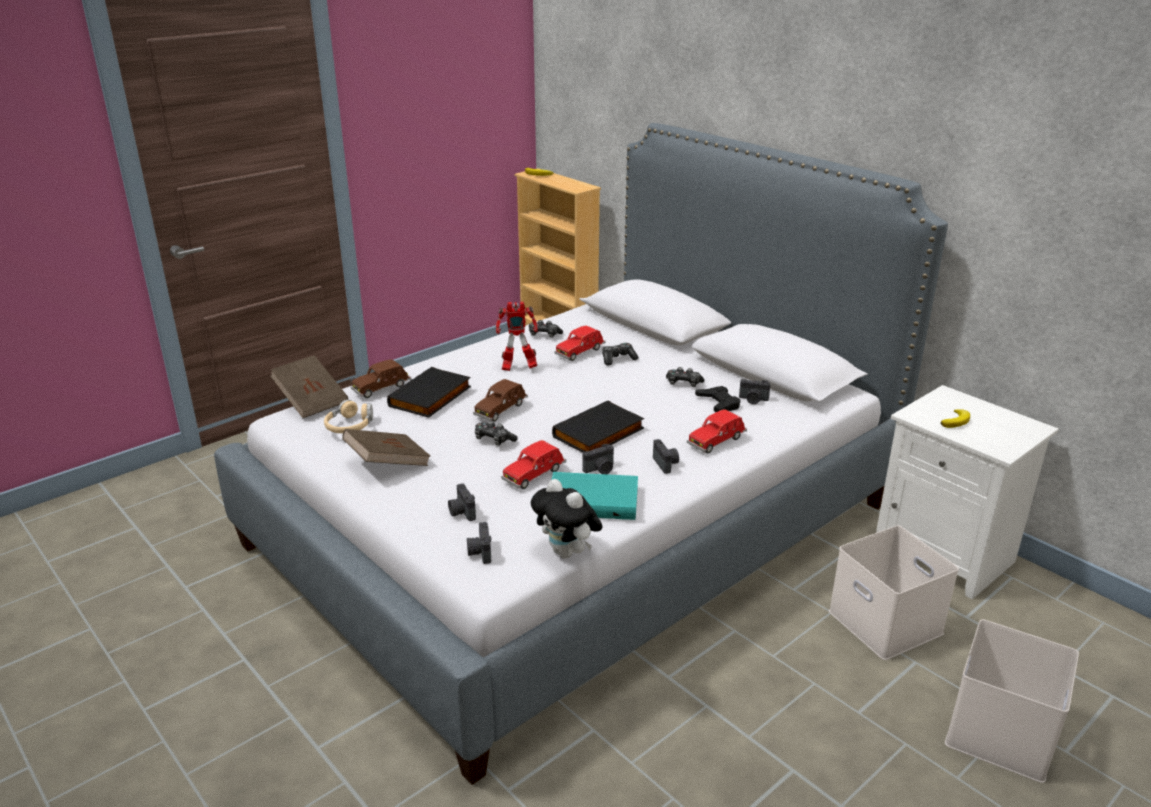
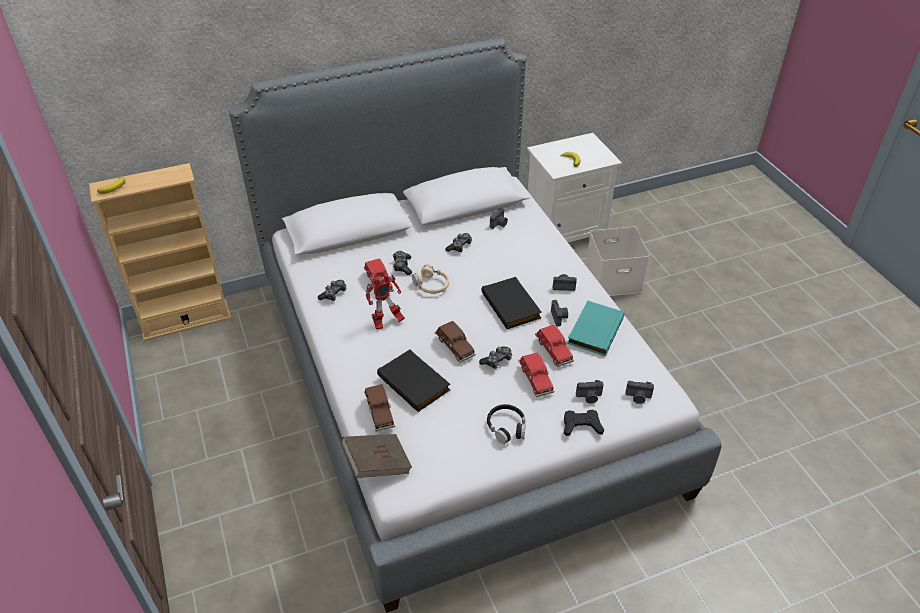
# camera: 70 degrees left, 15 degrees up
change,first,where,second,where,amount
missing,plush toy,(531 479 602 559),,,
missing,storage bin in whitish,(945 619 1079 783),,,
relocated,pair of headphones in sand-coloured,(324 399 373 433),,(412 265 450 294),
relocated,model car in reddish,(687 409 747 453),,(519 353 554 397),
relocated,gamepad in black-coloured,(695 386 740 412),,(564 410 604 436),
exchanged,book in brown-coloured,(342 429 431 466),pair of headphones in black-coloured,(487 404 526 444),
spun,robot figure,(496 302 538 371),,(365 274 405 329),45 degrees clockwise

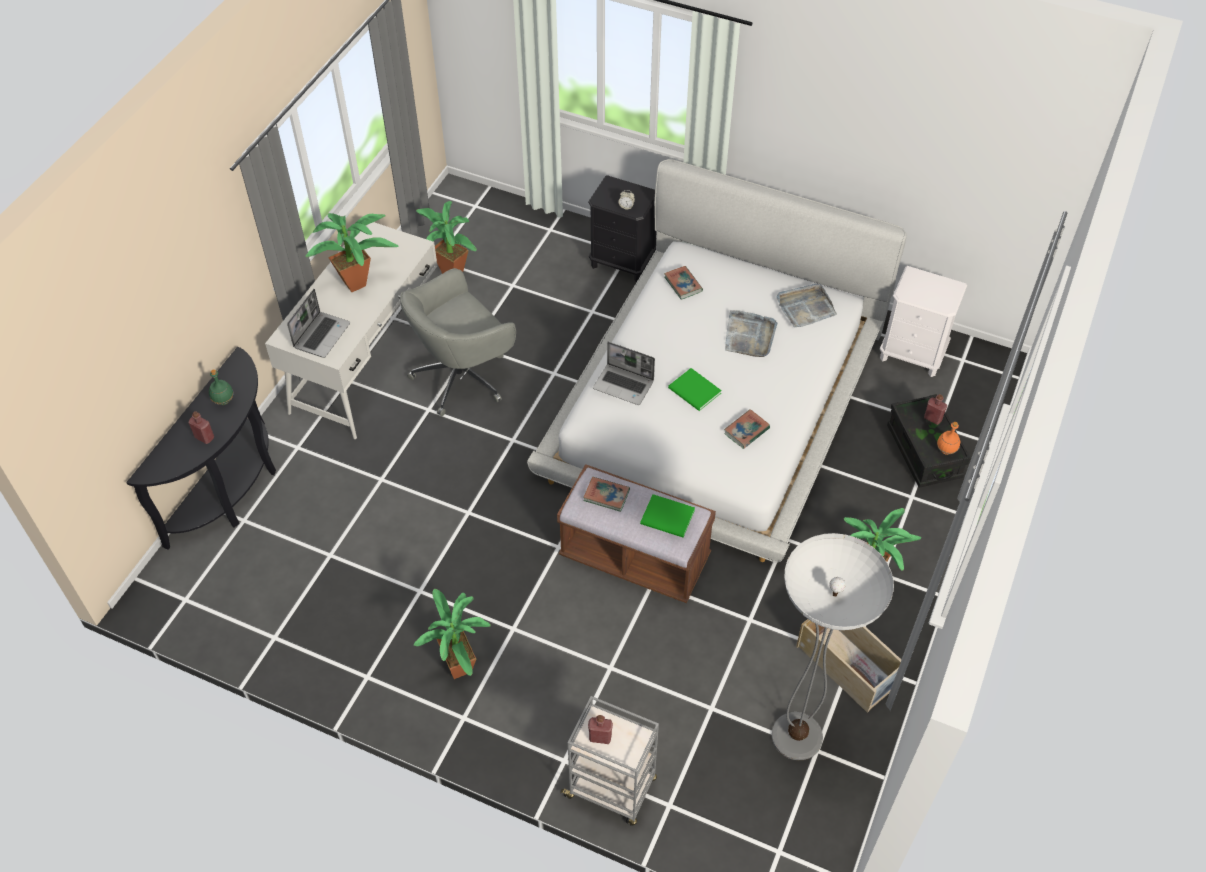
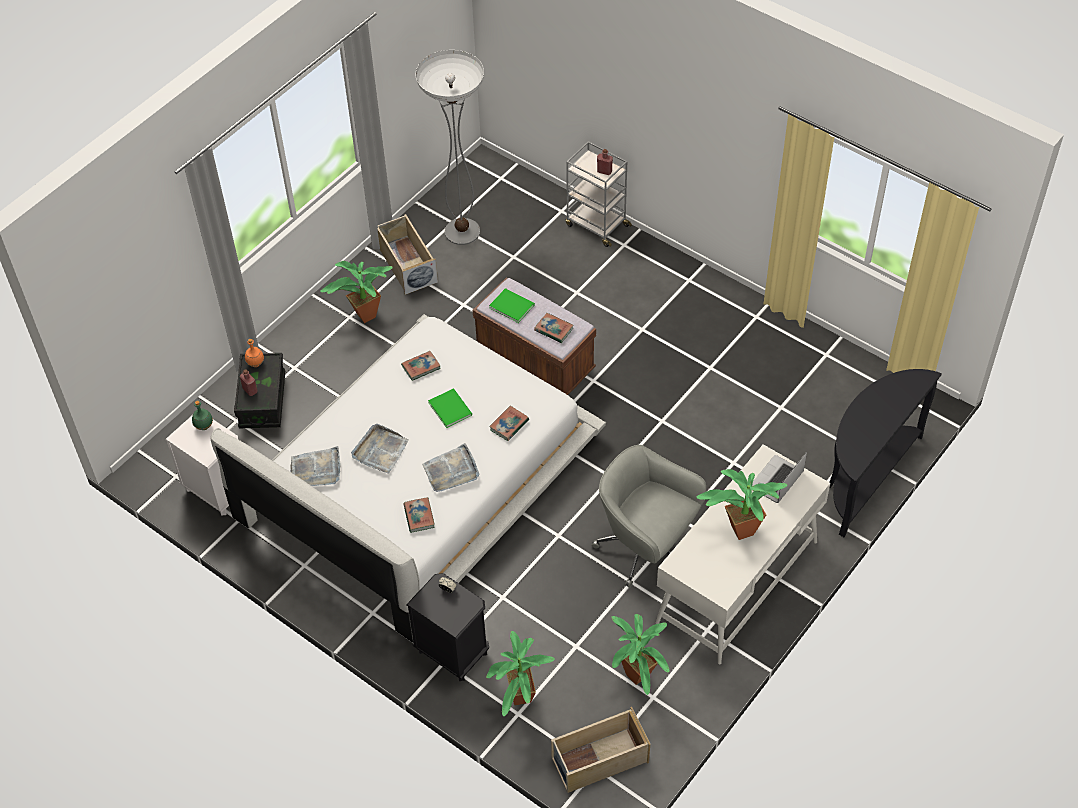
# camera: 165 degrees left, 0 degrees up
change,first,where,second,where,amount
missing,drink bottle in reddish,(188 411 214 444),,,
appeared,,,tray in gray,(422 443 479 492),
appeared,,,storage bin in sand-coloured,(551 707 650 793),
relocated,drink bottle in green,(209 369 233 405),,(192 401 213 430),
relocated,potted plant,(414 589 491 679),,(486 631 555 716),
exchanged,laptop,(593 342 655 405),book,(489 406 529 441),
spun,office chair in gray,(400 268 516 416),,(592 445 706 588),120 degrees counterclockwise

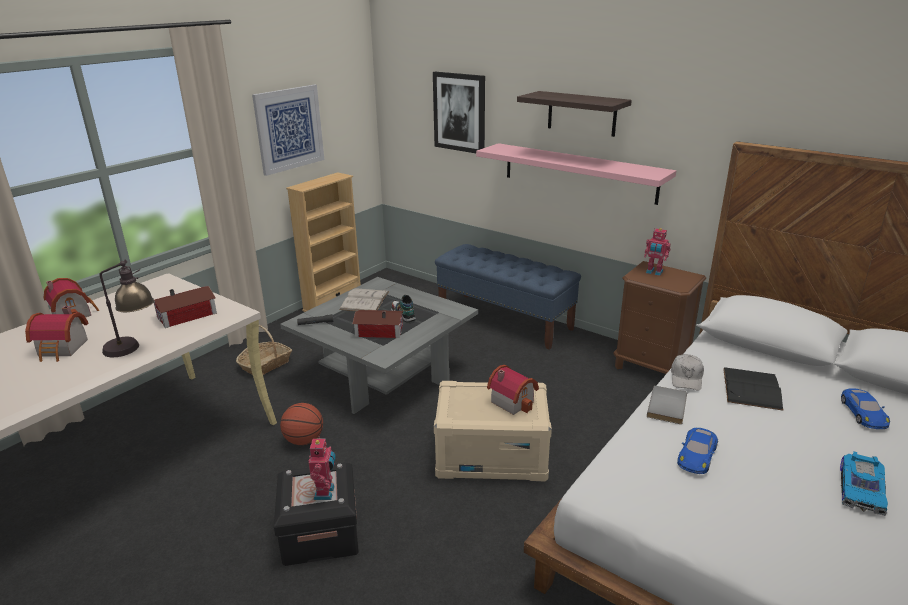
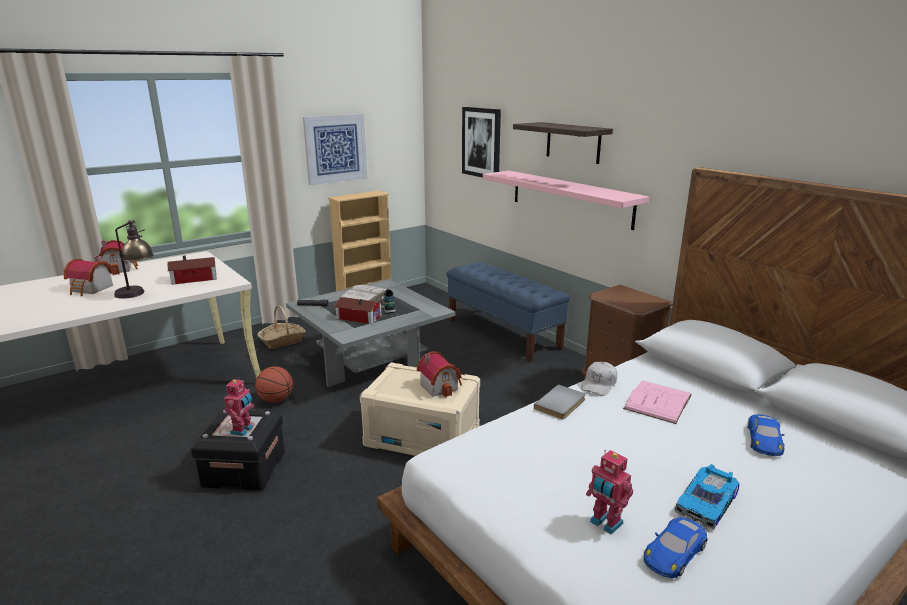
# camera: 15 degrees right, 5 degrees down
change,first,where,second,where,amount
relocated,robot figure,(644 228 671 276),,(586 450 633 535),
relocated,model car in bluish,(677 428 718 474),,(643 517 708 578),
colour,book in black-coloured,(723 367 784 411),book in pink-coloured,(623 381 692 424),

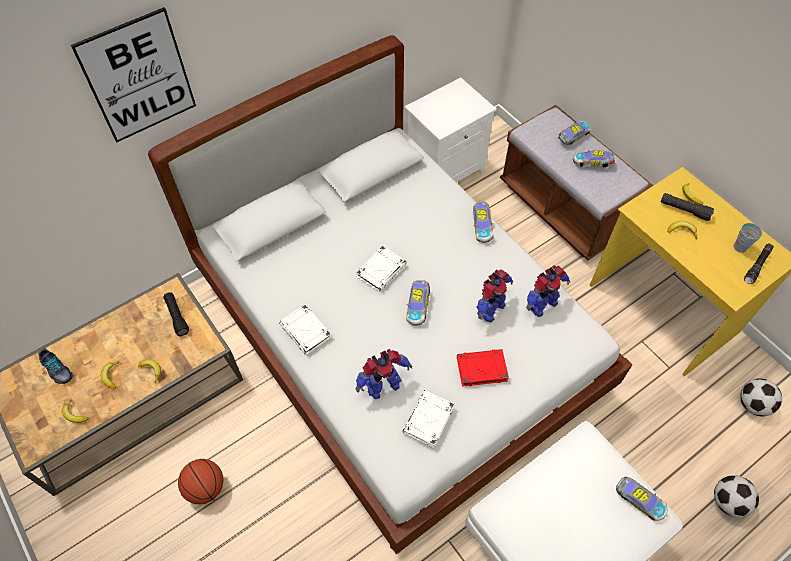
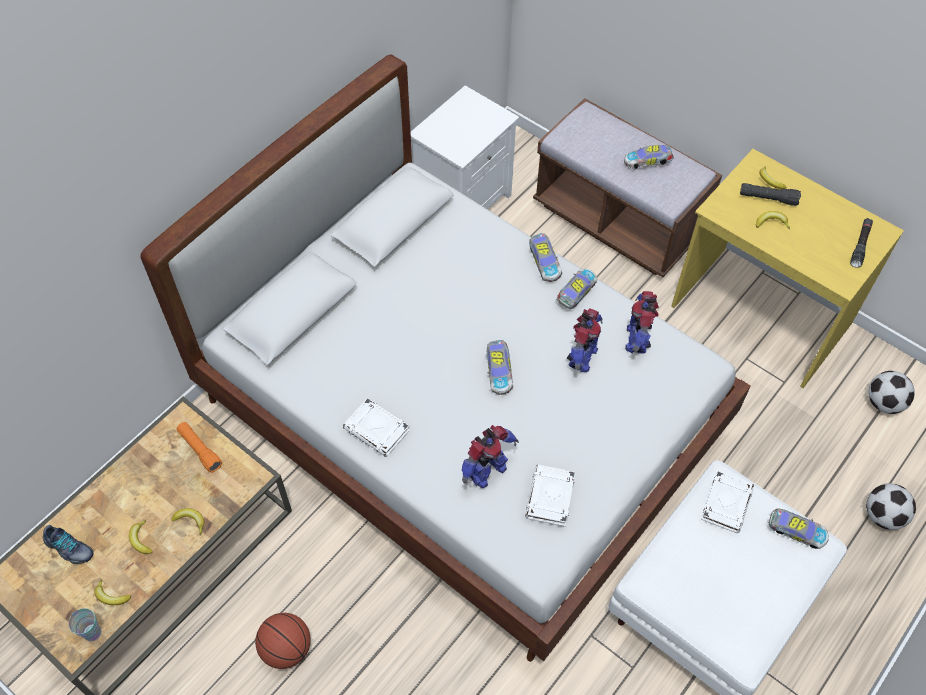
# camera: 15 degrees left, 0 degrees up
change,first,where,second,where,amount
missing,wall picture,(71 7 196 143),,,
missing,book in reddish,(457 349 509 387),,,
relocated,book in whitish,(356 246 406 292),,(701 471 754 533),
relocated,model car,(558 121 591 145),,(557 268 597 309),
relocated,drinking cup,(733 223 762 253),,(68 608 101 641),
colour,torch in black-coloured,(164 292 189 336),torch in orangey,(177 422 222 473),
spun,robot figure,(526 265 570 317),,(625 291 659 353),150 degrees clockwise

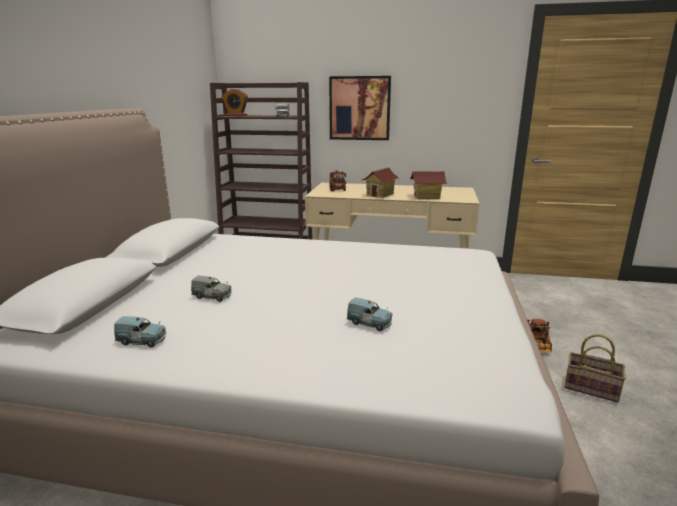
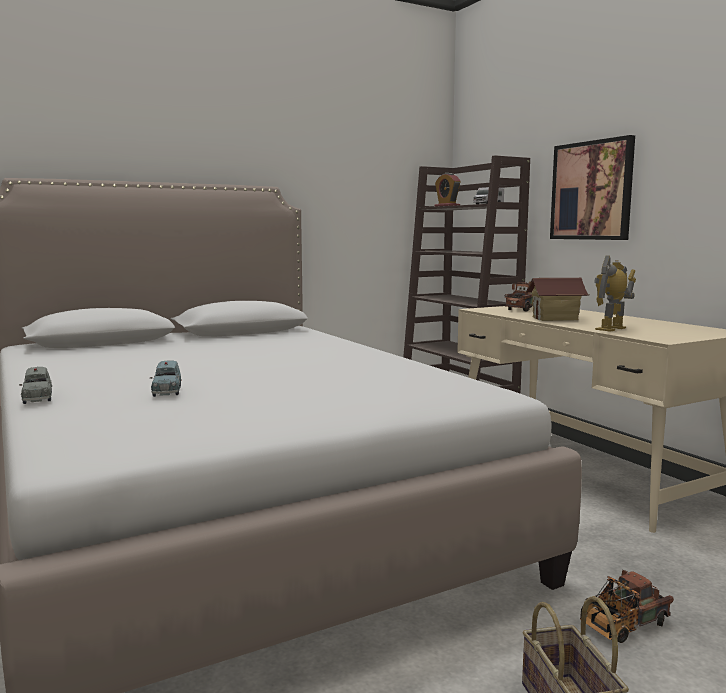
# camera: 50 degrees right, 10 degrees down
change,first,where,second,where,amount
missing,model car in bluish,(114 316 166 348),,,
relocated,model car in gray,(191 276 232 302),,(19 367 52 404),
exchanged,miniature house,(410 171 447 199),robot figure,(594 256 636 331),

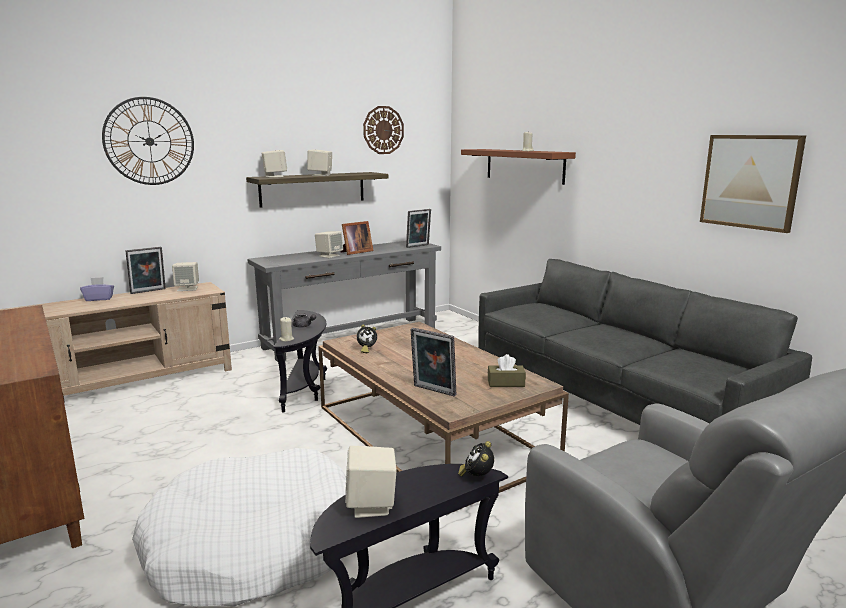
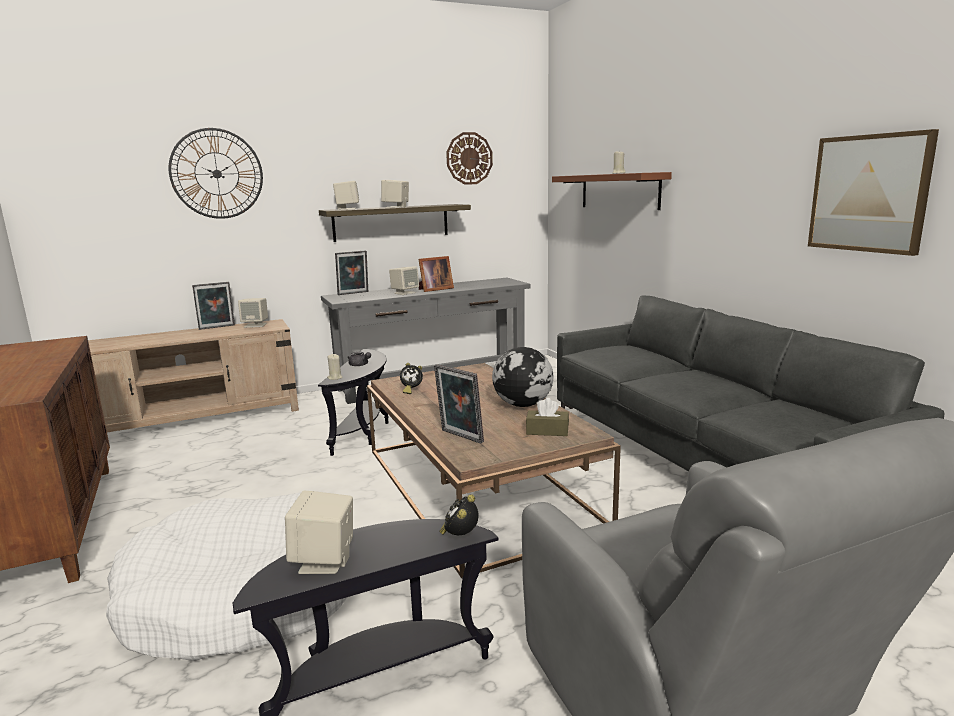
# camera: 10 degrees right, 0 degrees up
change,first,where,second,where,amount
missing,box of tissues in purple,(80 277 114 301),,,
appeared,,,world globe,(492 347 554 407),
relocated,photo frame,(406 209 431 248),,(335 250 368 295),

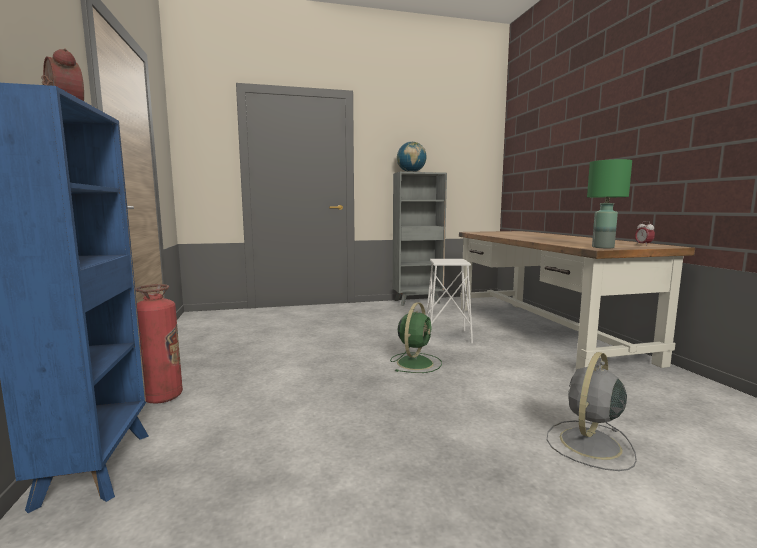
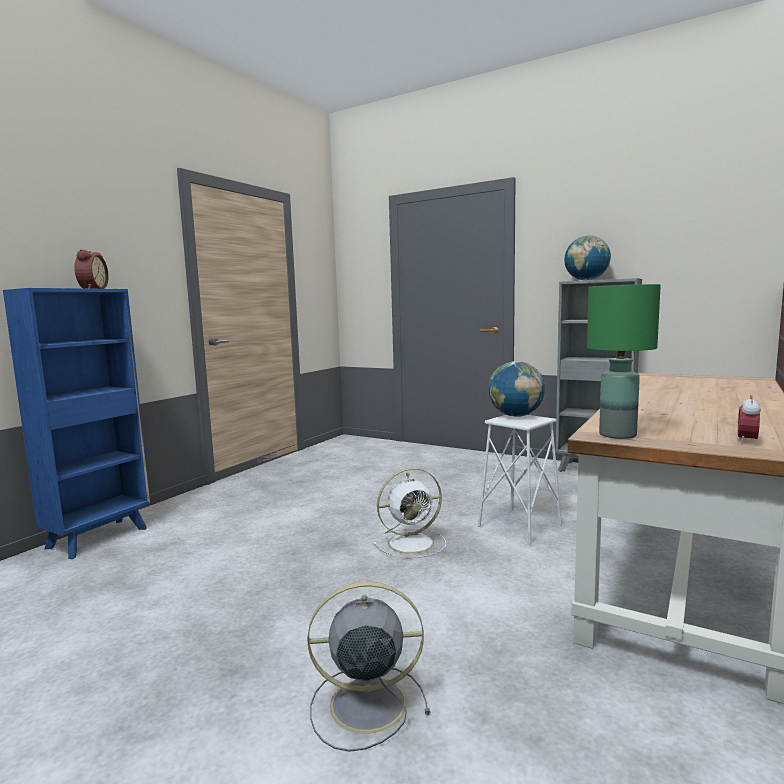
# camera: 45 degrees right, 0 degrees up
change,first,where,second,where,amount
missing,fire extinguisher,(135 284 183 404),,,
appeared,,,world globe,(488 361 545 417),
colour,fan in green,(390 302 442 373),fan in whitish,(373 468 446 558),

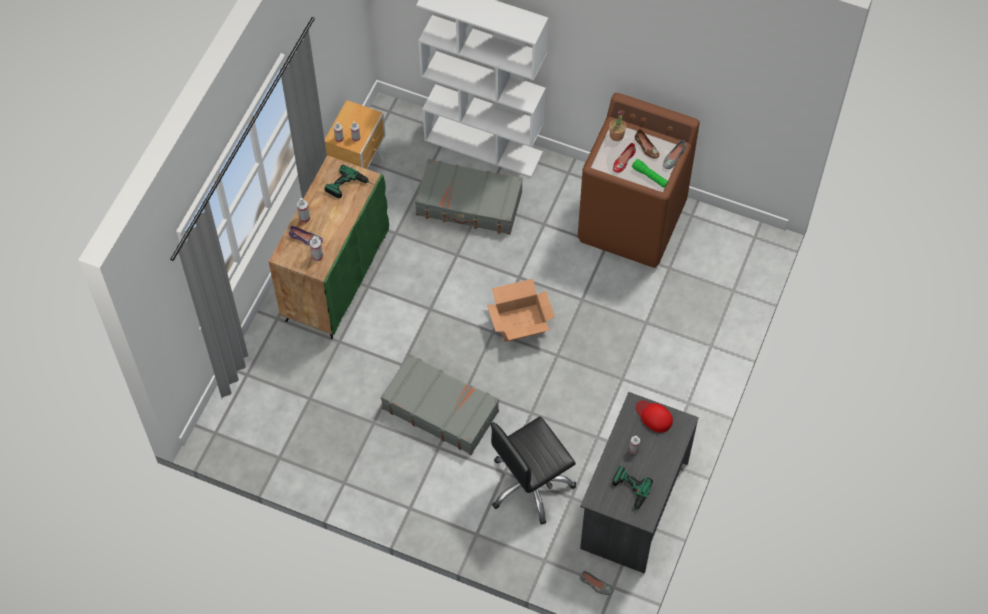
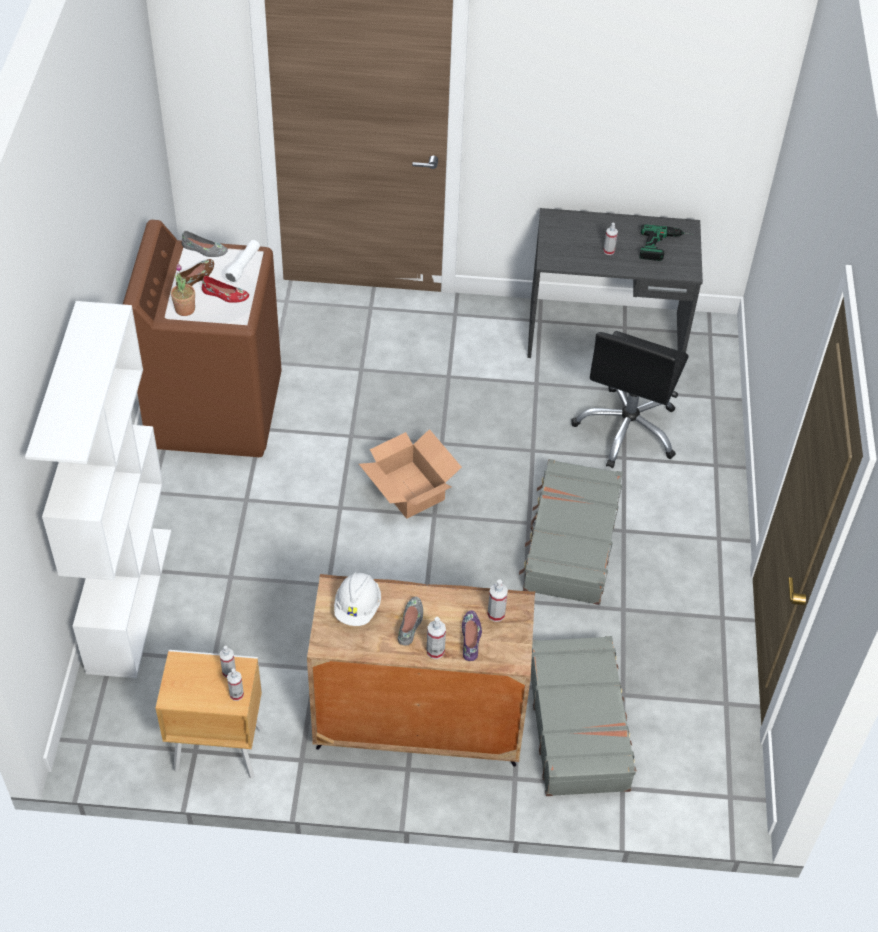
# camera: 110 degrees left, 10 degrees down
change,first,where,second,where,amount
missing,peaked cap in reddish,(636 400 673 433),,,
relocated,piece of luggage in gray,(415 159 523 234),,(531 636 637 796),
relocated,low shoe in gray,(580 571 613 595),,(398 597 423 646),
exchanged,drill,(325 165 374 198),safety helmet in whitish,(334 572 381 626),
colour,cupboard in green,(269 155 389 339),cupboard in brown-coloured,(307 574 535 767),
colour,torch in green,(632 159 669 188),torch in whitish,(224 240 260 284),
spun,office chair in black-coloured,(490 416 576 525),,(571 331 689 468),75 degrees clockwise

